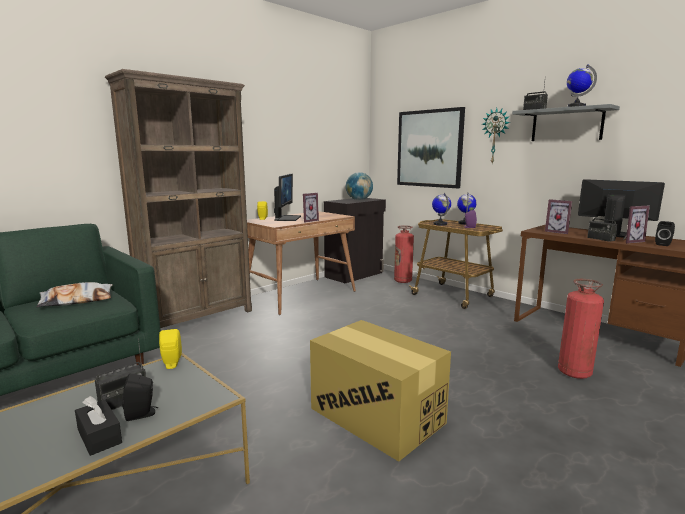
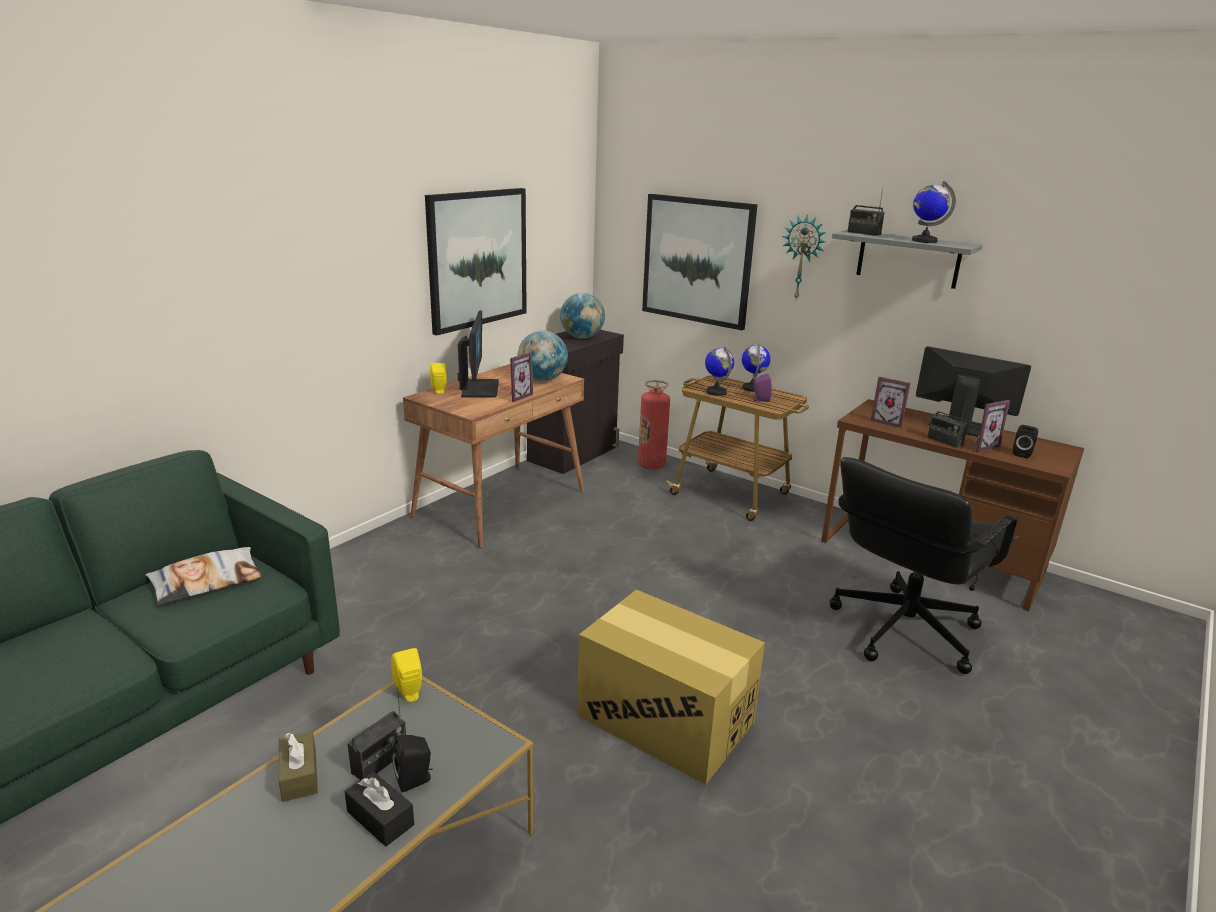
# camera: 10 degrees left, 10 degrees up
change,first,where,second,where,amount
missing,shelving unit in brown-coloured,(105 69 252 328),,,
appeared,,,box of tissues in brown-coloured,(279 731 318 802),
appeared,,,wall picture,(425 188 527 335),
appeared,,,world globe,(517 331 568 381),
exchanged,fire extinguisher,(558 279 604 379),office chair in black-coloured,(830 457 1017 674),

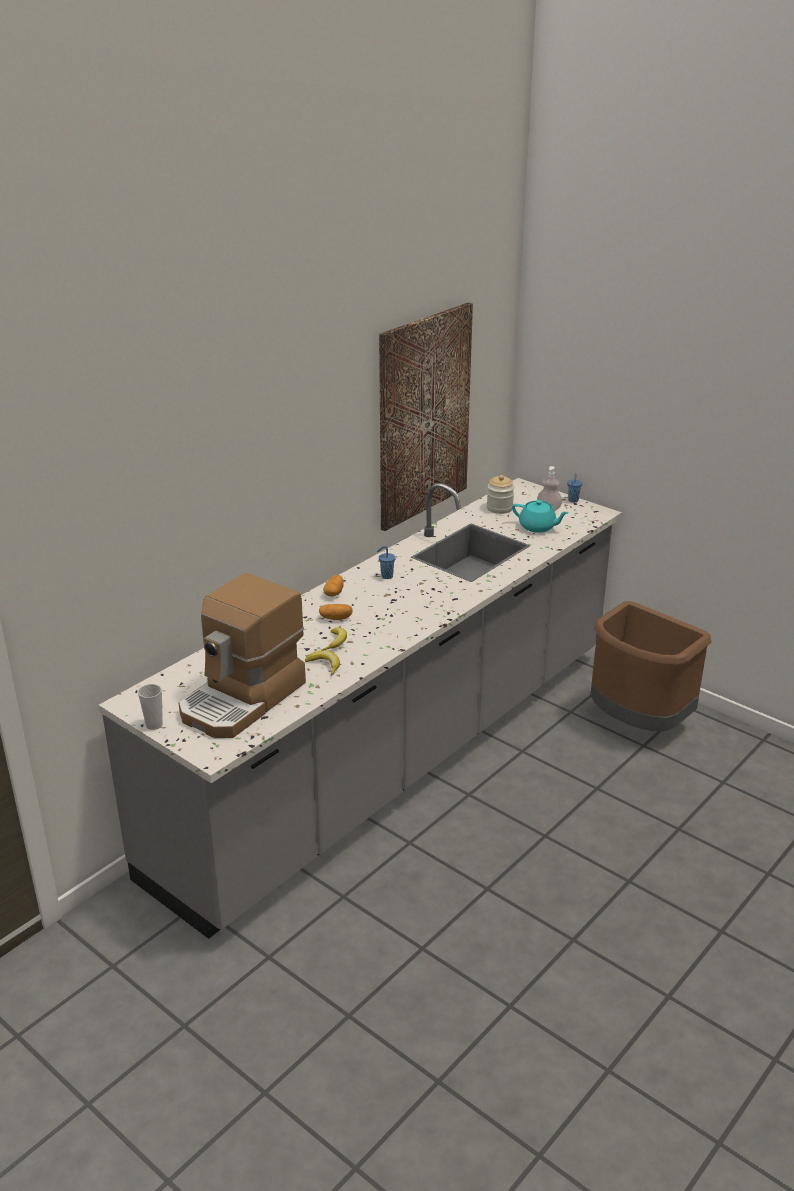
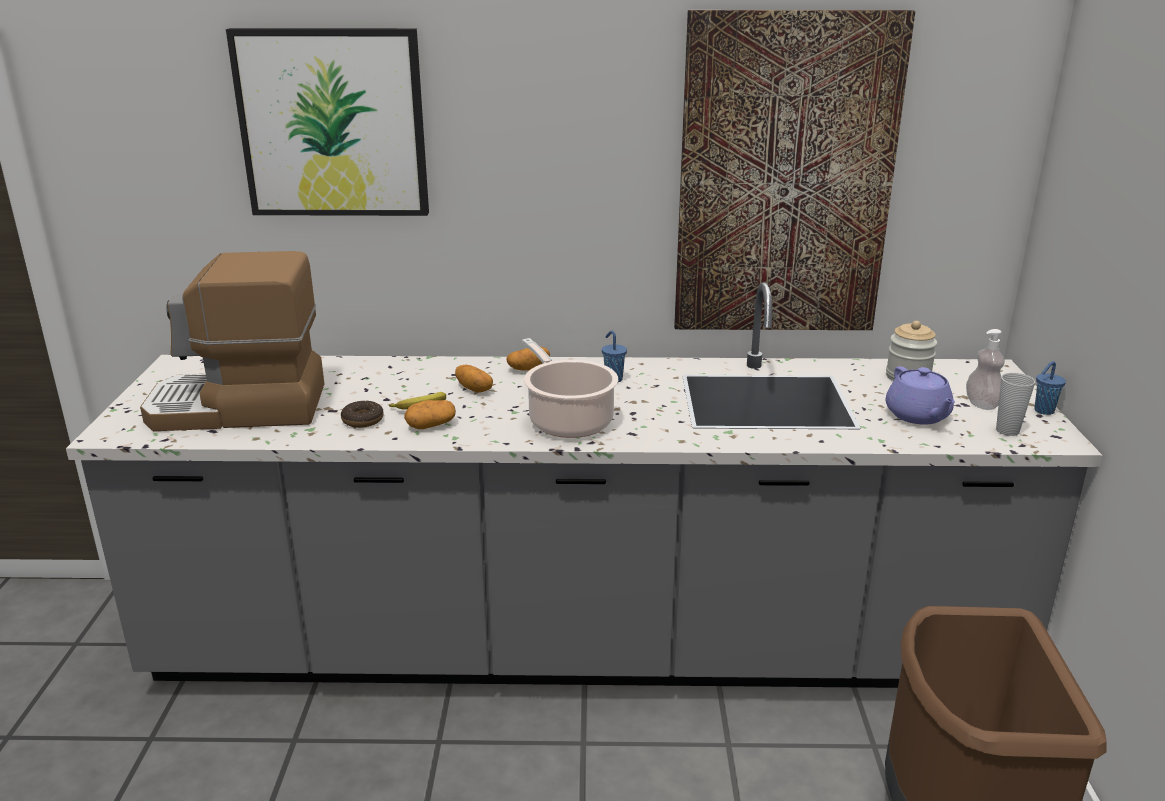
# camera: 50 degrees right, 5 degrees down
change,first,where,second,where,amount
appeared,,,wall picture,(226 28 429 216),
appeared,,,potato,(404 400 456 429),
appeared,,,stockpot,(522 338 618 438),
relocated,drinking cup,(138 684 163 730),,(996 373 1035 436),
exchanged,whole banana,(305 650 340 676),ring doughnut,(341 401 384 428),
colour,tea pot in blue-green,(512 500 569 533),tea pot in purple,(886 366 955 425),

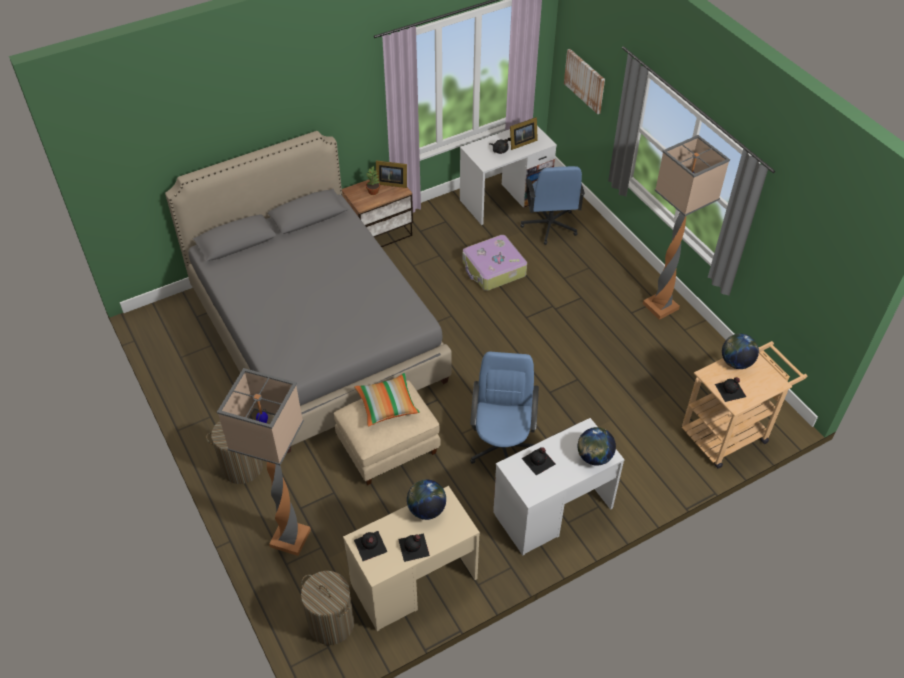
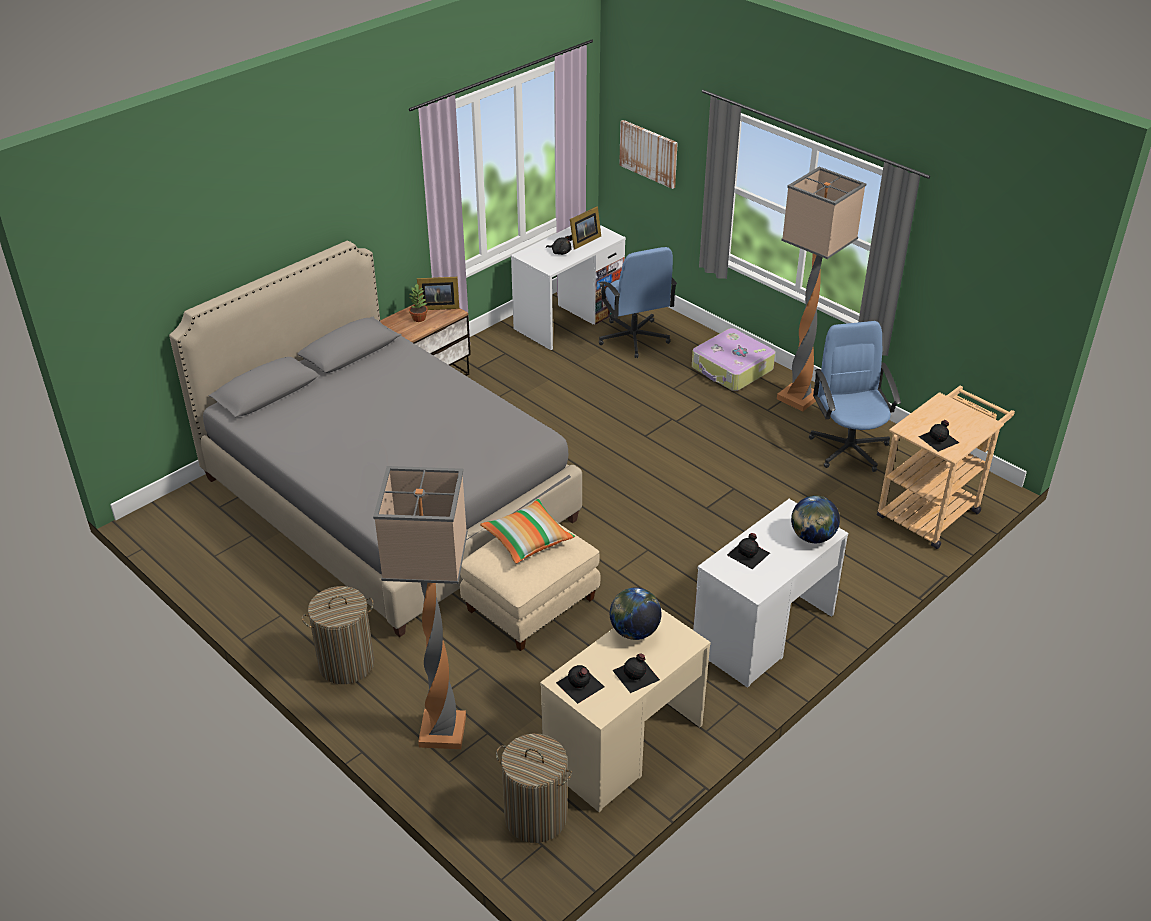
# camera: 15 degrees left, 10 degrees down
change,first,where,second,where,amount
missing,world globe,(722 334 759 369),,,
relocated,piece of luggage,(462 235 527 291),,(692 328 775 391),
relocated,office chair in bluish,(470 352 539 464),,(809 321 901 472),

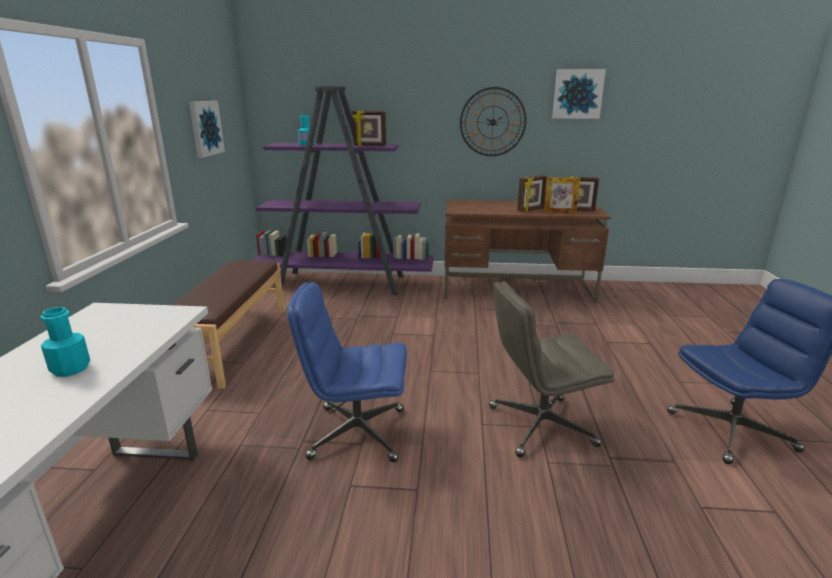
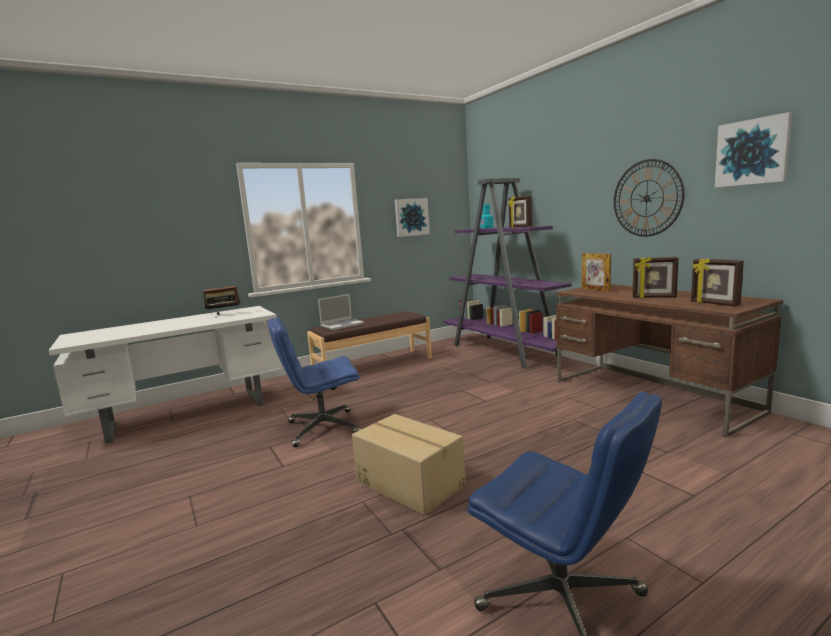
# camera: 55 degrees right, 10 degrees down
change,first,where,second,where,amount
missing,drink bottle in blue-green,(40 307 90 377),,,
appeared,,,radio,(203 286 240 315),
appeared,,,laptop,(318 294 364 330),
relocated,photo frame,(544 177 580 213),,(582 253 611 292),
exchanged,office chair in gray,(489 282 614 457),packing box,(352 414 466 516),
spun,office chair in bluish,(287 282 407 462),,(268 317 361 447),75 degrees counterclockwise

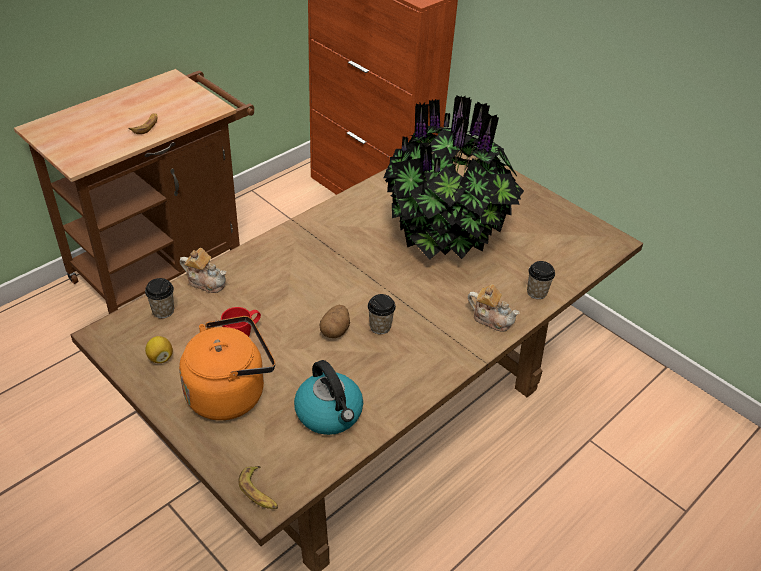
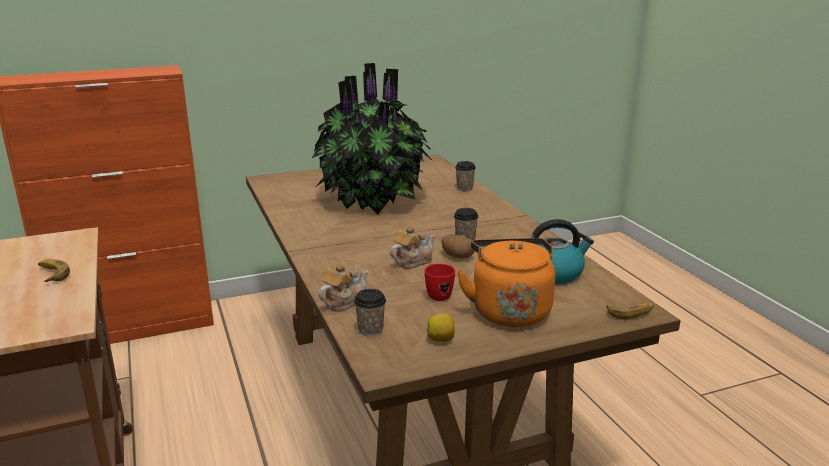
# camera: 65 degrees left, 20 degrees down
change,first,where,second,where,amount
relocated,tea pot,(468 284 520 332),,(390 226 435 269),

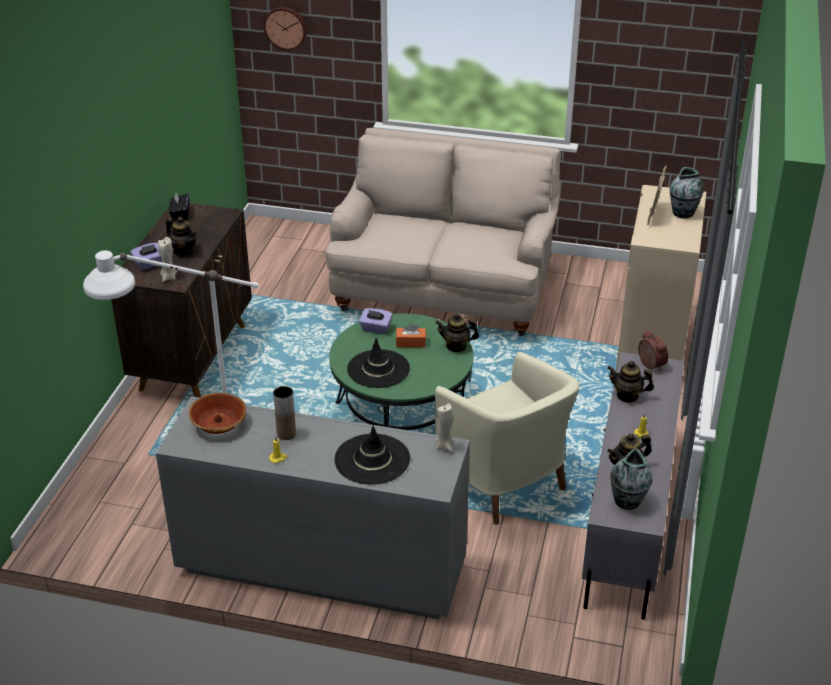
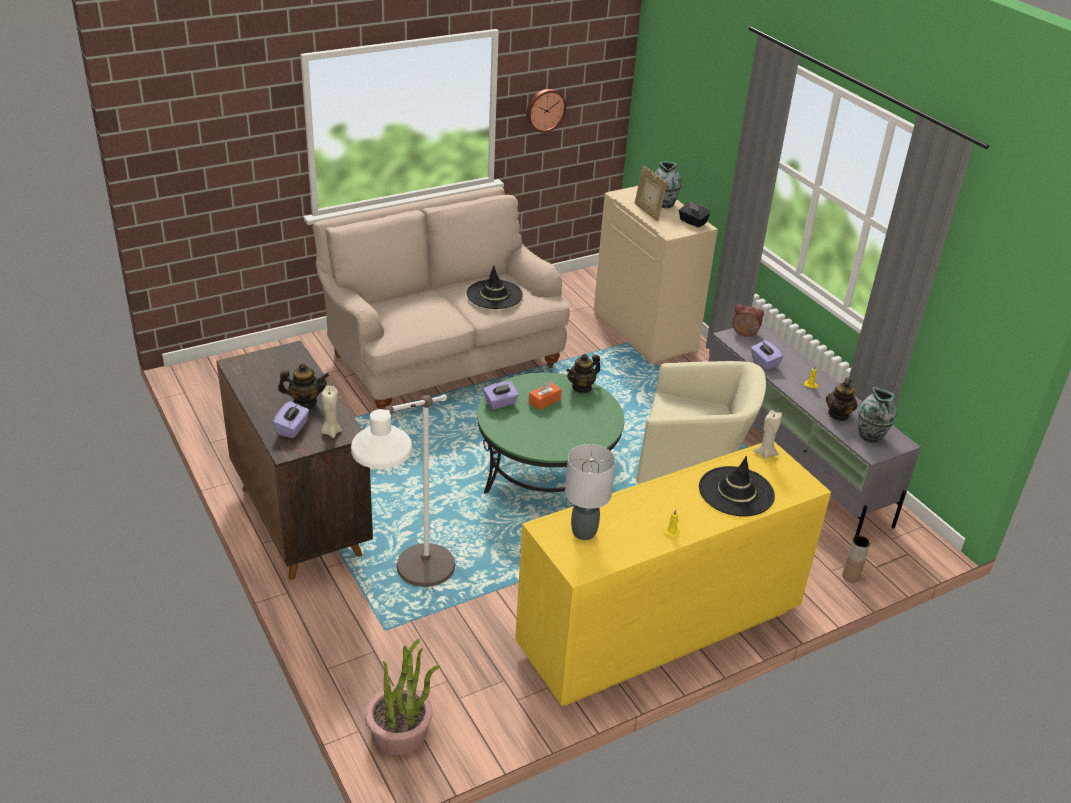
# camera: 45 degrees left, 0 degrees up
change,first,where,second,where,amount
appeared,,,potted plant,(365 639 440 755),
relocated,box of tissues in black-coloured,(169 193 189 220),,(679 201 711 228),
relocated,clock on the wall,(264 7 307 51),,(526 89 567 133),
relocated,flower vase in brown-coloured,(273 386 296 440),,(842 535 870 583),
relocated,clothing hat in black-coloured,(347 338 410 388),,(466 265 523 309),
exchanged,serving bowl,(189 393 246 434),table lamp in gray,(565 444 616 540),
exchanged,tea pot,(607 361 654 403),box of tissues in purple,(751 340 783 370),
colour,drawer chest in gray,(156 396 470 619),drawer chest in yellow,(515 442 831 706),

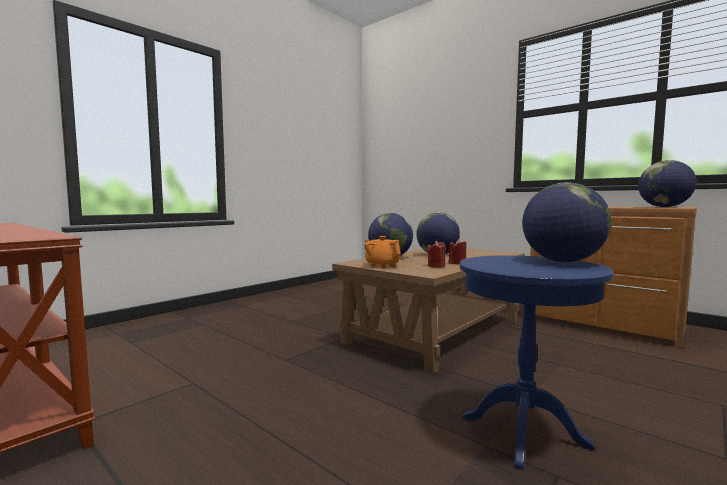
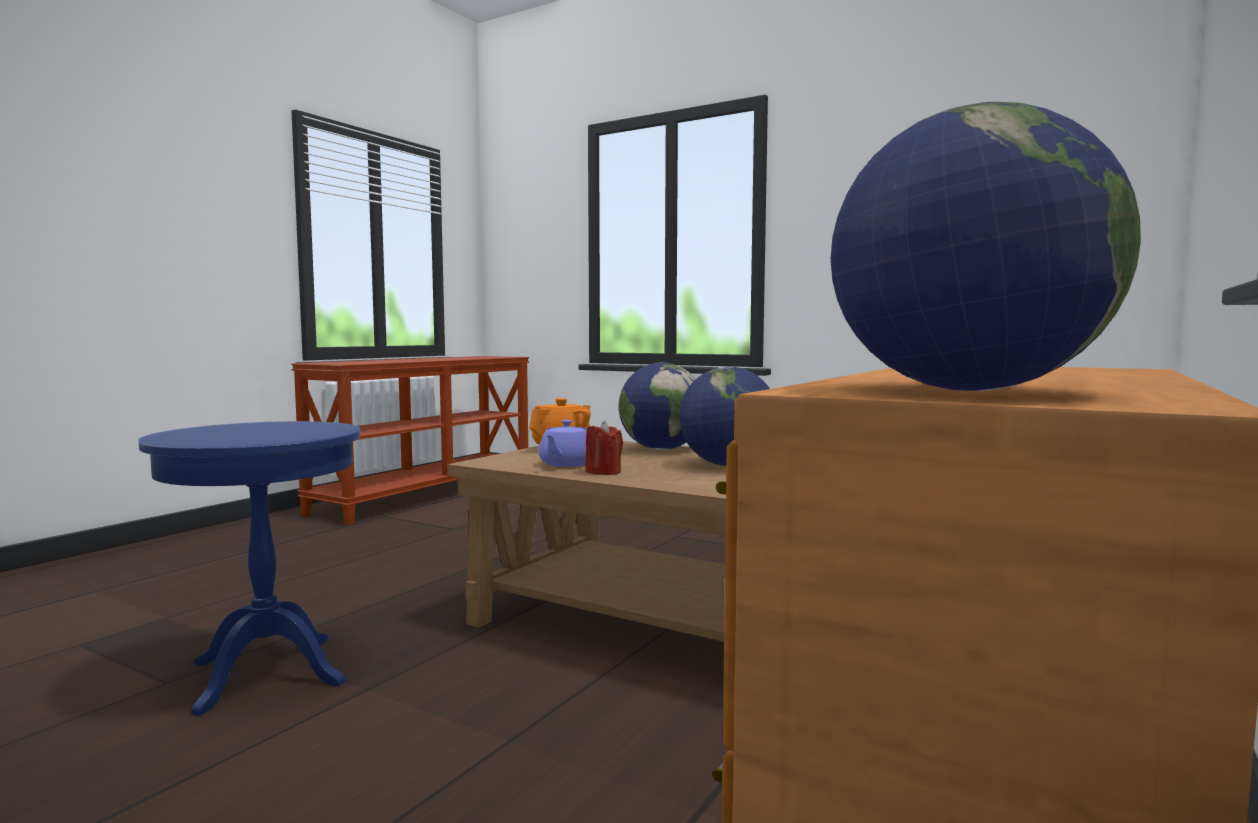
# camera: 80 degrees right, 0 degrees up
change,first,where,second,where,amount
missing,world globe,(522 182 611 262),,,
exchanged,wax candle in reddish,(428 241 446 267),tea pot in purple,(538 420 587 467),

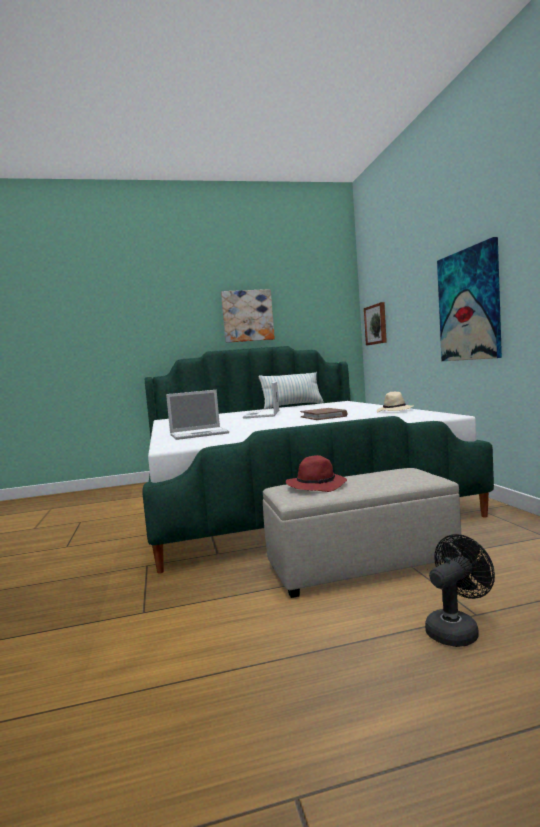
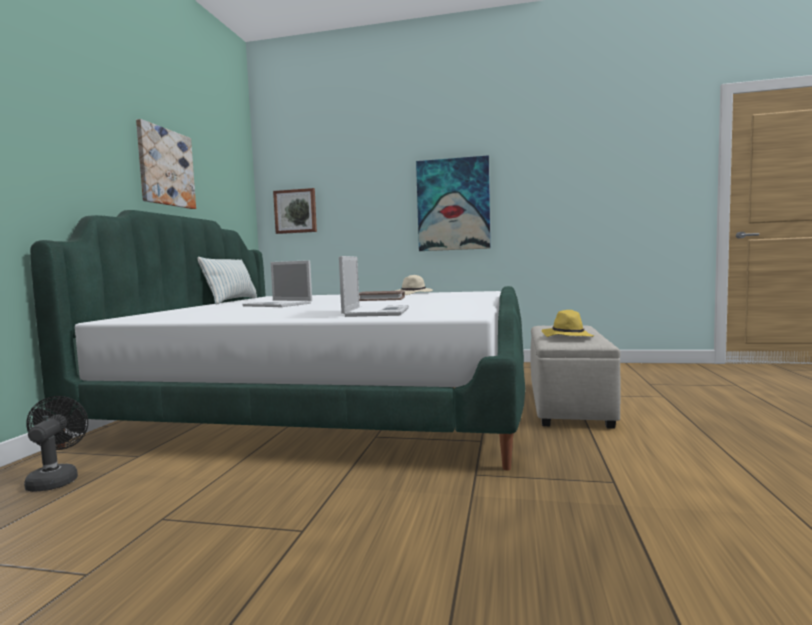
# camera: 65 degrees left, 0 degrees up
change,first,where,second,where,amount
relocated,fan in black-coloured,(425 534 495 647),,(24 396 88 492),
colour,clothing hat in reddish,(286 455 347 492),clothing hat in yellow,(542 310 594 337),

